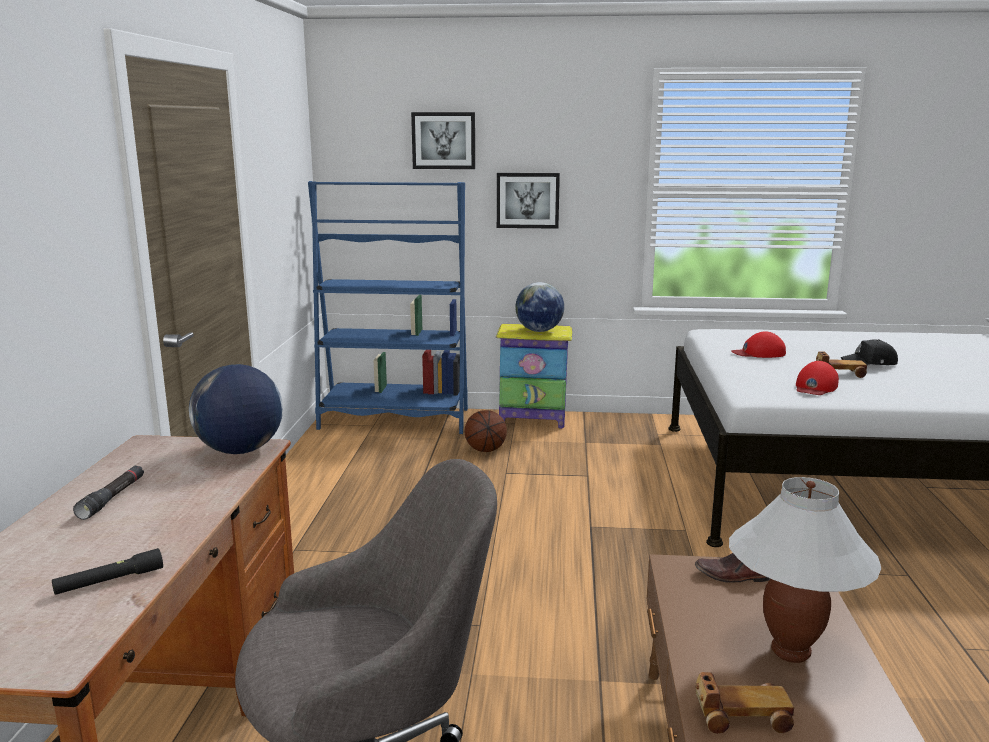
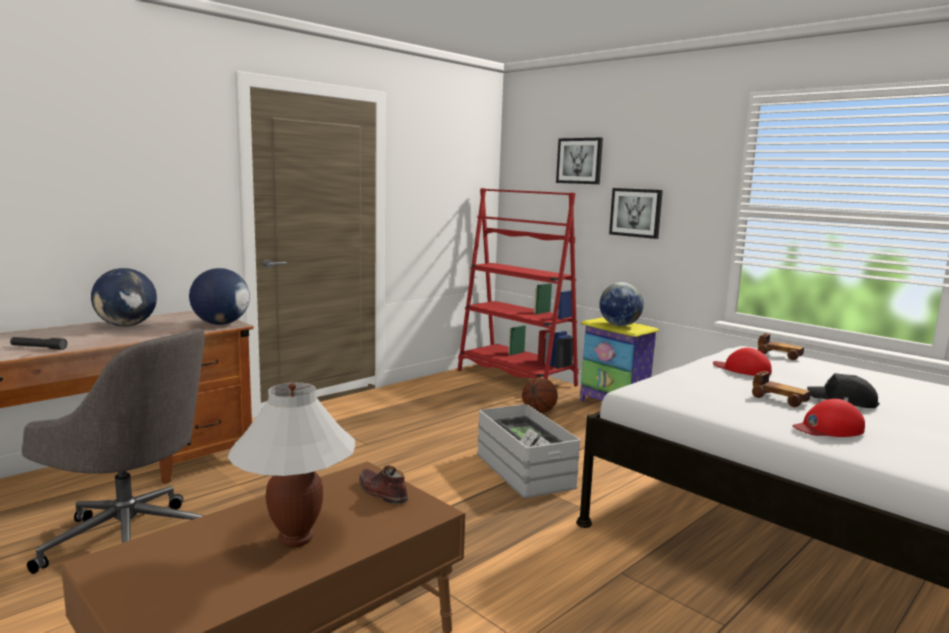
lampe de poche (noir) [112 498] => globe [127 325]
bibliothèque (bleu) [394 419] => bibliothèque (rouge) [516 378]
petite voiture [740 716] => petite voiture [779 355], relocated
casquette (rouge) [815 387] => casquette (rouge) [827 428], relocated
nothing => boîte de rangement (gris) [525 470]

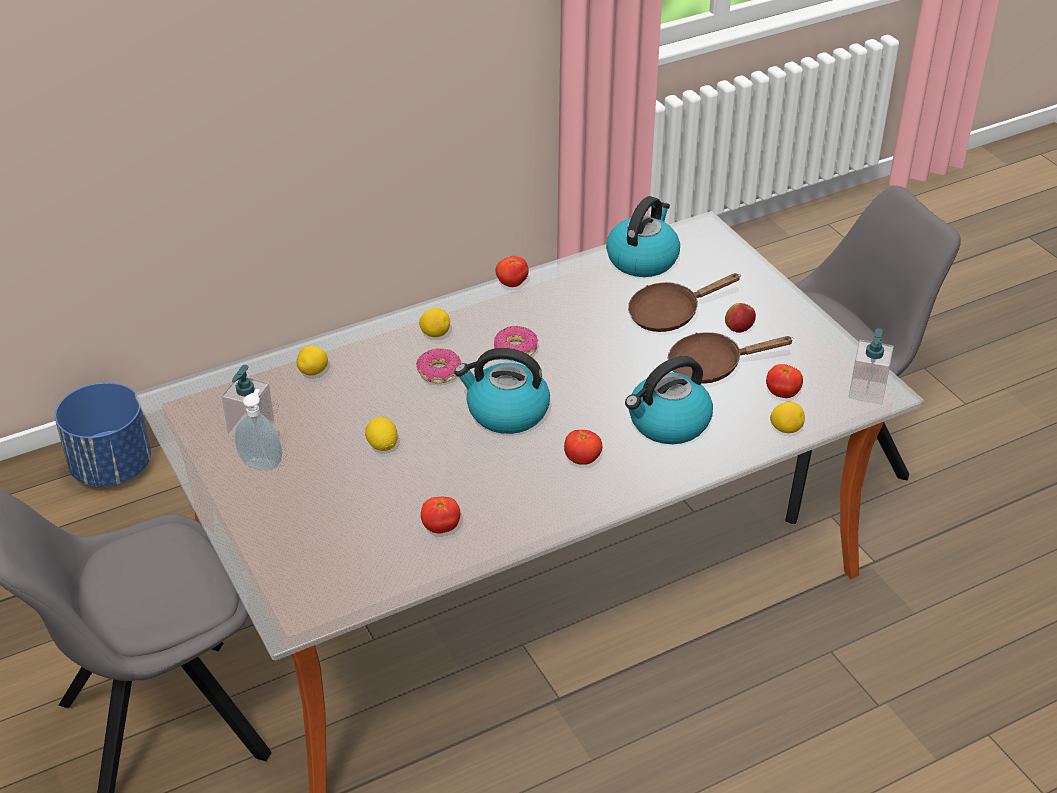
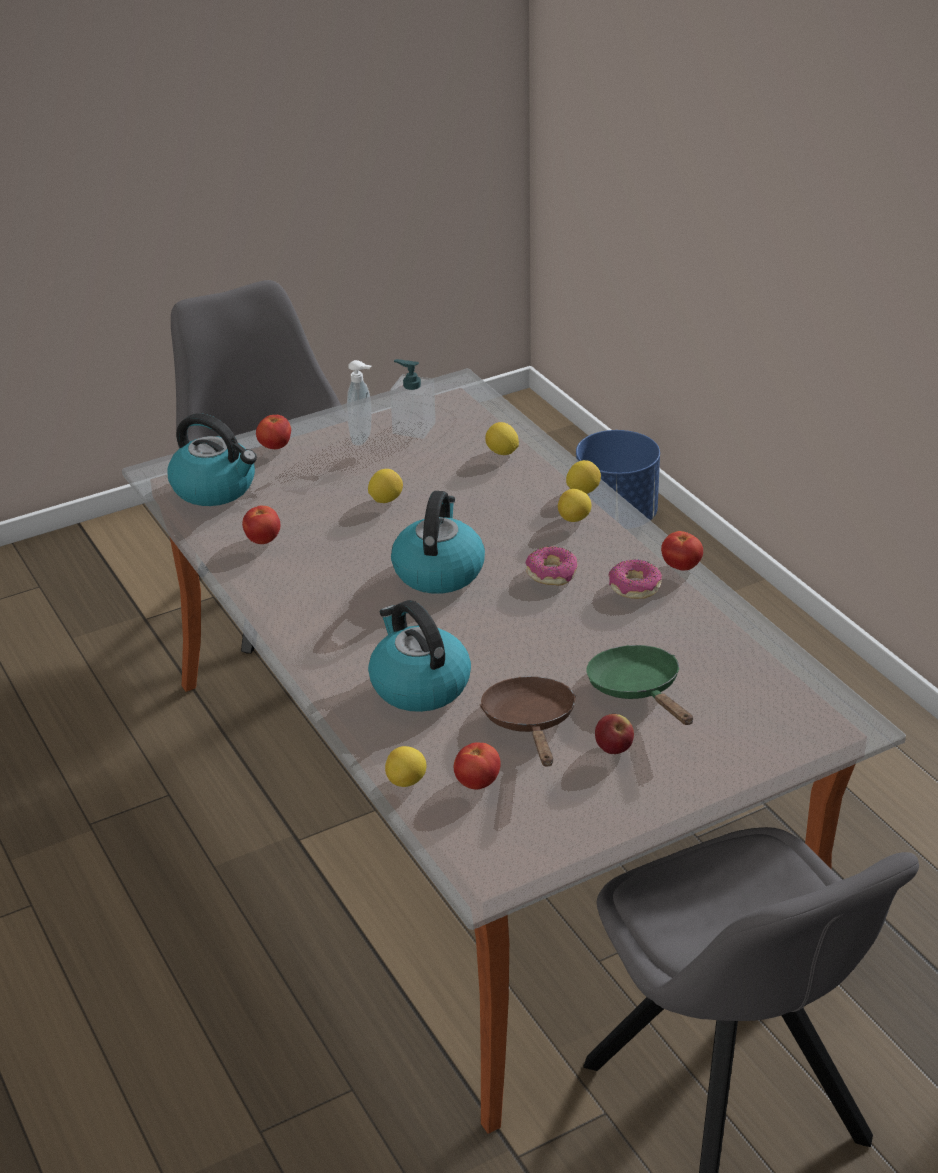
beignet [439 372] => beignet [634 587], relocated
tomate [582 460] => tomate [275 447], relocated
bouilloire [642 259] => bouilloire [215 488], relocated
poêle (marron) [670 314] => poêle (vert) [638 690]
distributeur de savon [867 391] => nothing
nothing => citron [583 491]

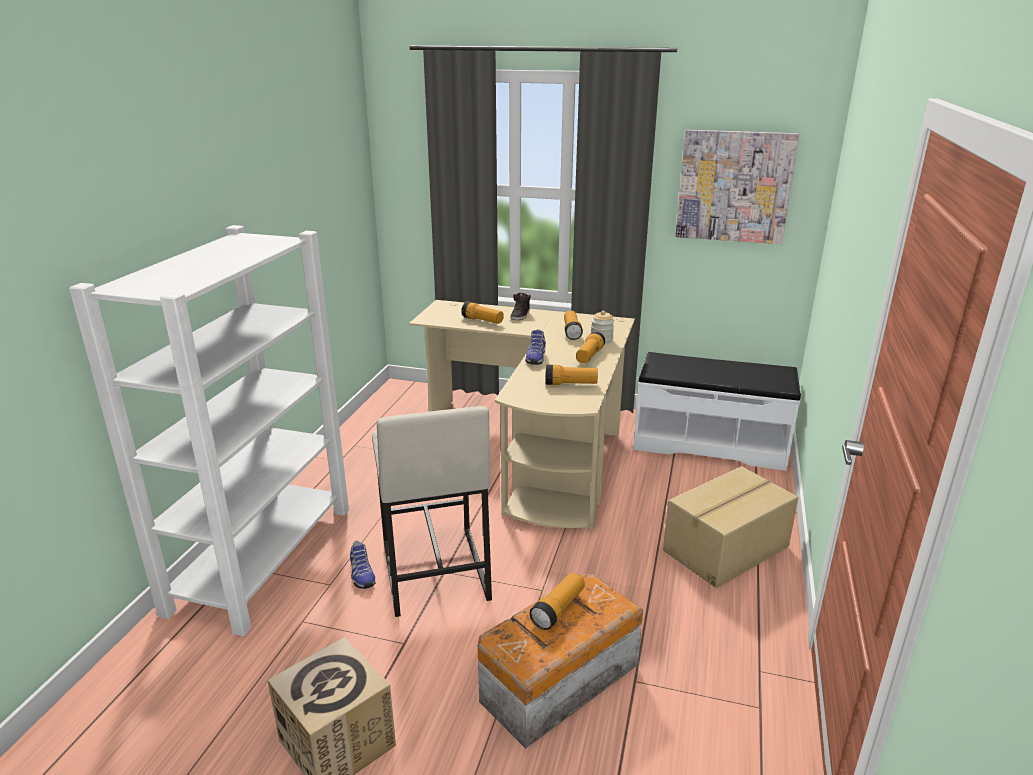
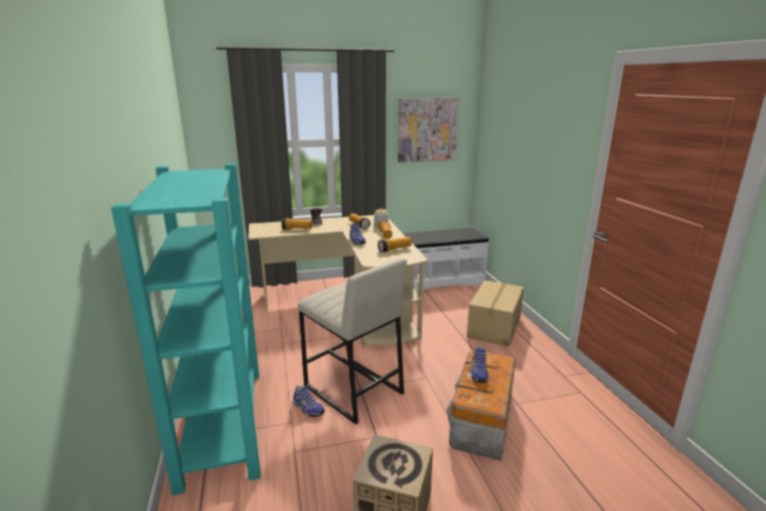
bibliothèque (blanc) [262 557] => bibliothèque (turquoise) [222 424]
lampe de poche [558 609] => chaussure [478 372]

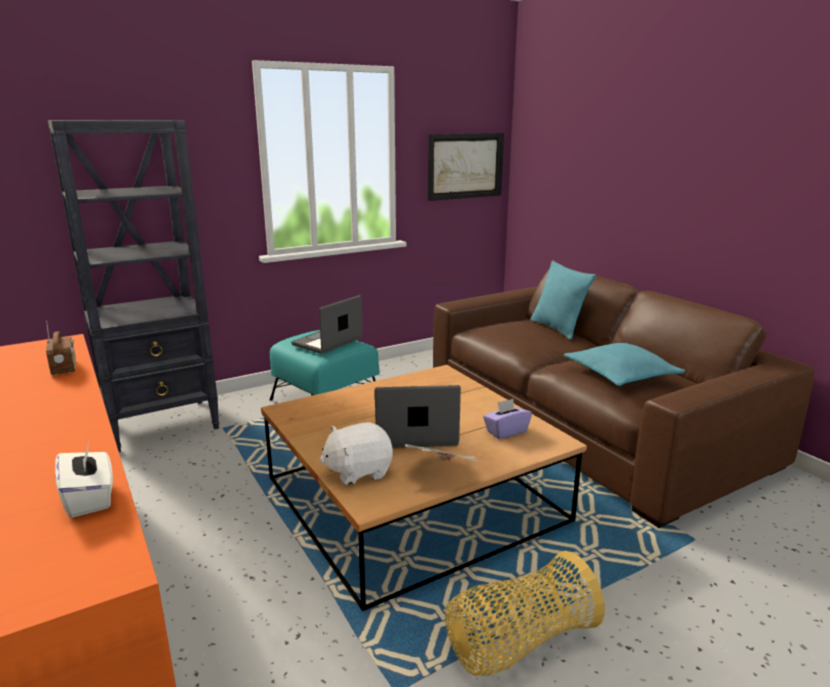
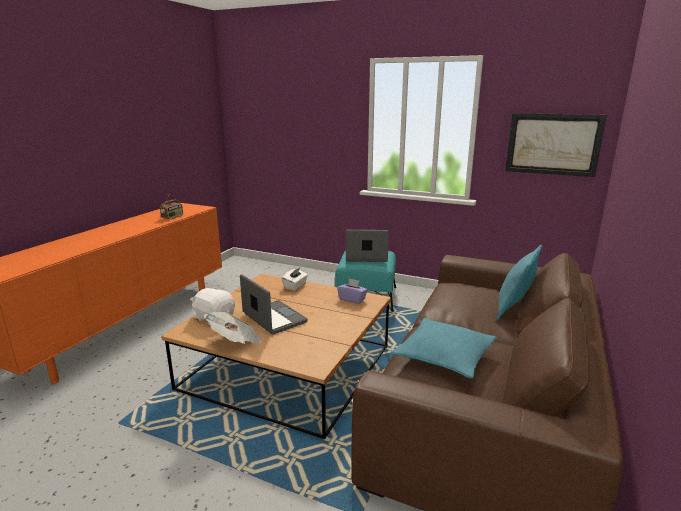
bibliothèque (noir) [163 425] => nothing
boîte à mouchoirs (blanc) [90 498] => boîte à mouchoirs (blanc) [295 286], relocated
panier [518 643] => nothing
boîte à mouchoirs (violet) [506 431] => boîte à mouchoirs (violet) [352 299], relocated

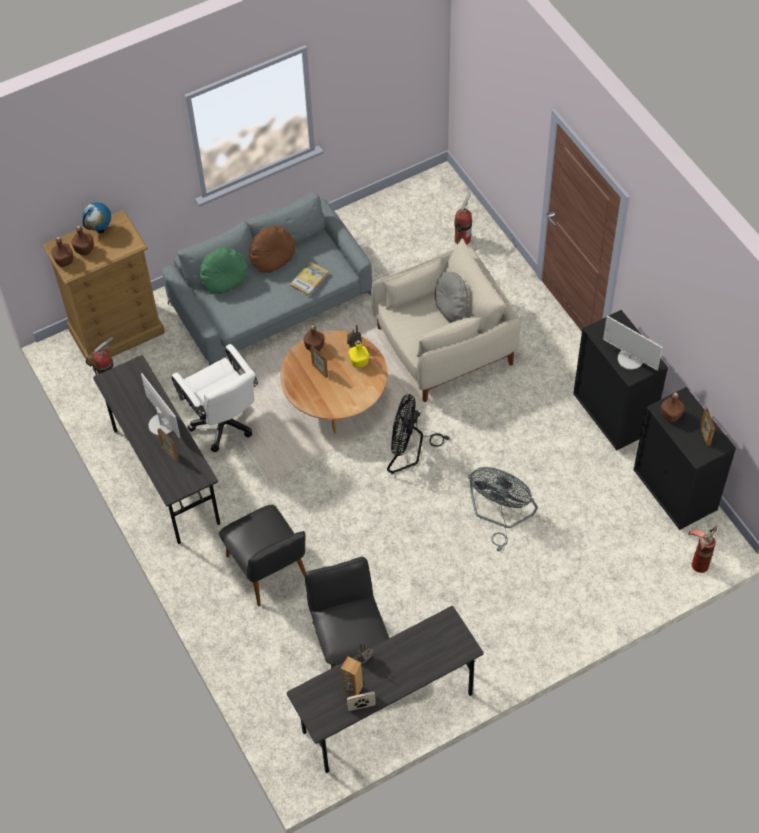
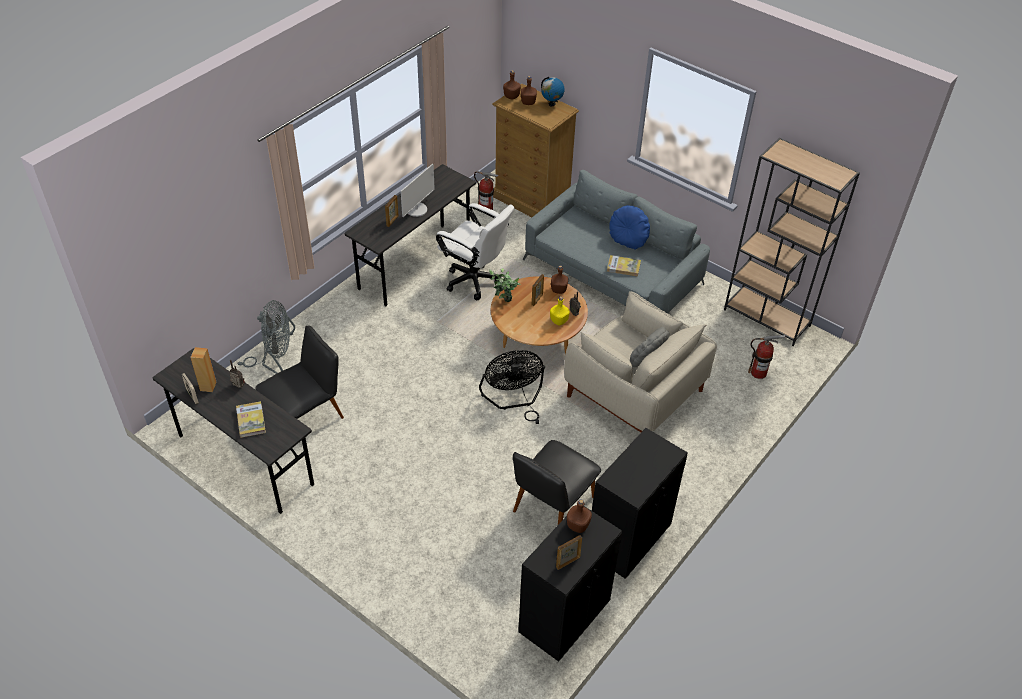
chaise de bureau (blanc) [225 427] => chaise de bureau (blanc) [476 282], 90 degrees counterclockwise
coussin (vert) [225 284] => nothing
chaise (noir) [267 568] => chaise (noir) [554 504], relocated
coussin (marron) [273 262] => coussin (bleu) [627 242]
ventilateur (gris) [499 515] => ventilateur (gris) [274 356], relocated
écran d'ordinateur [630 359] => nothing
extincteur [700 559] => nothing
nothing => livre [251 421]
nothing => plante en pot [504 303]
nothing => bibliothèque [767 318]

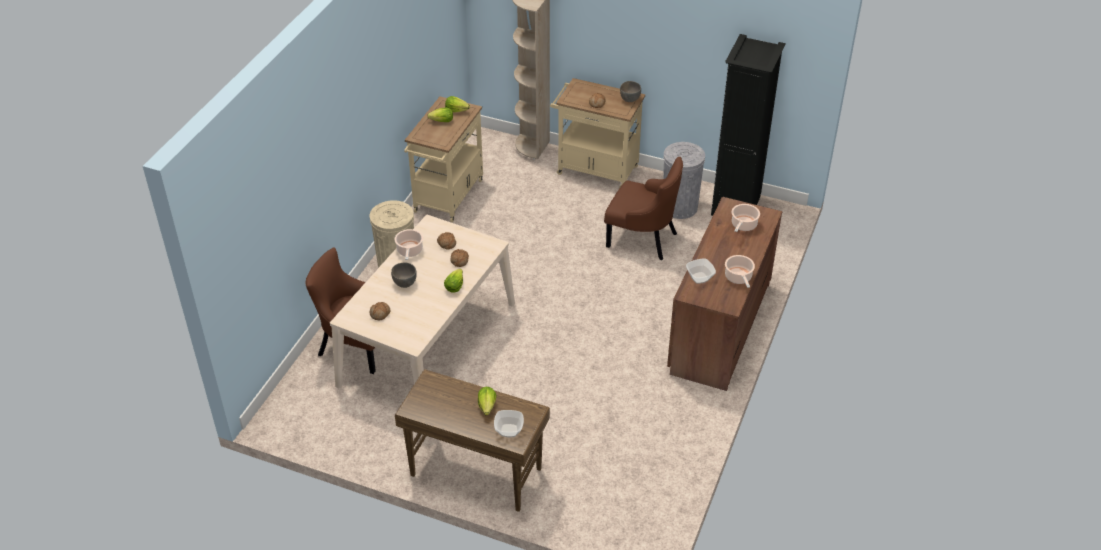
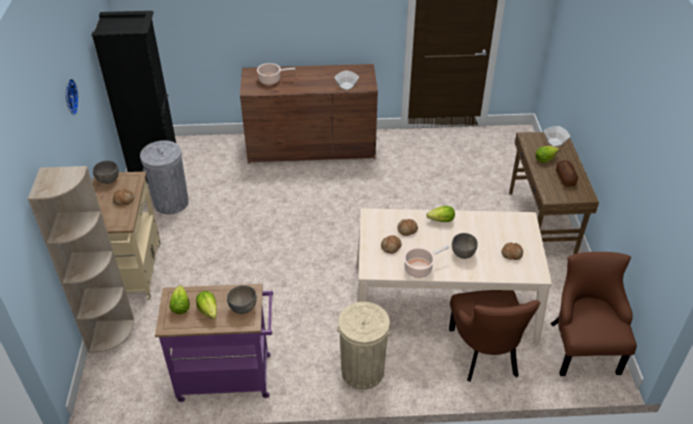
chariot (beige) [447 197] => chariot (violet) [228 378]
chaise (marron) [641 239] => chaise (marron) [582 350], relocated
marmite [738 278] => nothing
nothing => horloge murale [69 97]
nothing => bol (gris) [243 308]
nothing => pain [565 178]

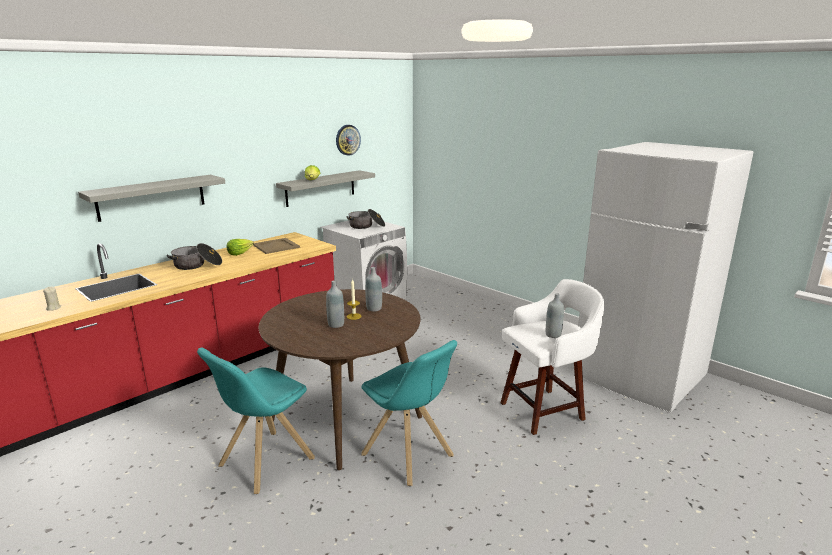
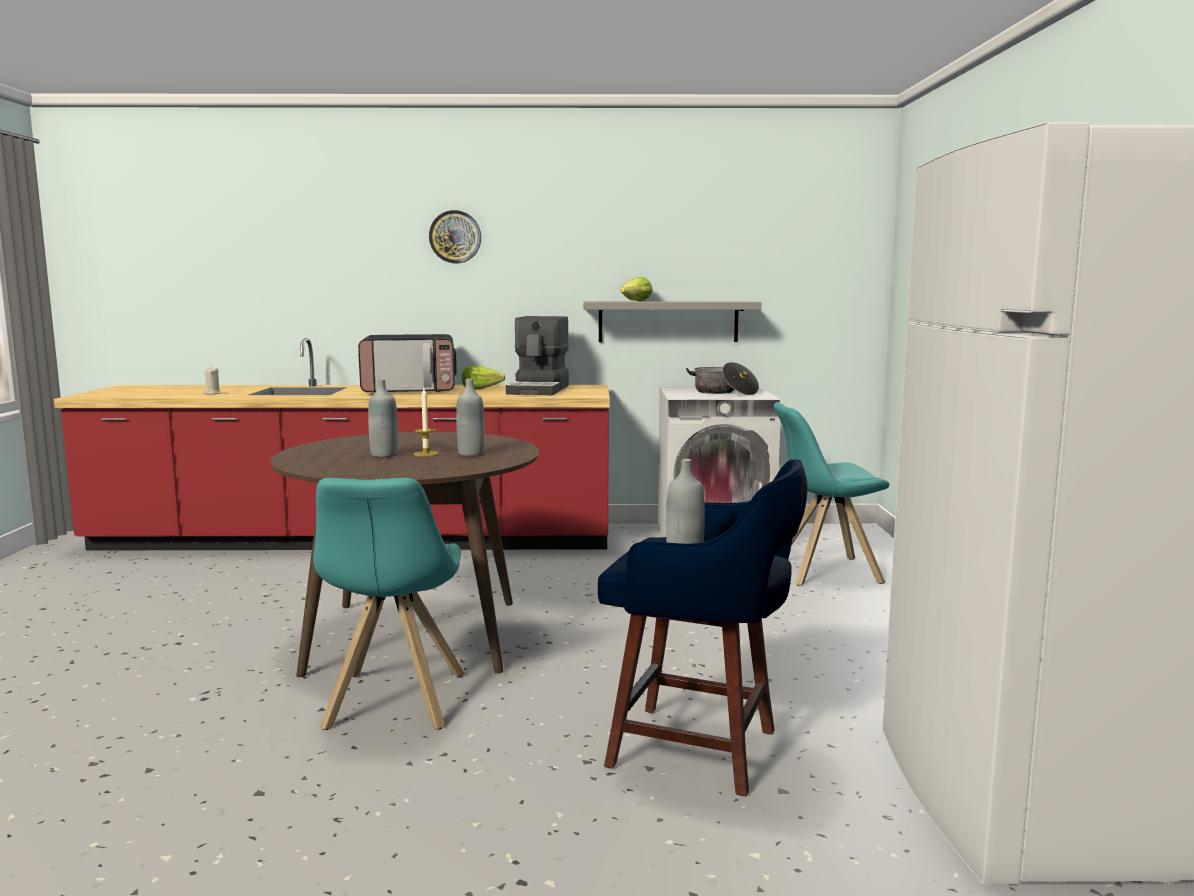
étagère (gris) [152 197] => nothing
marmite [197 265] => micro-ondes [410 390]
chaise (turquoise) [265 461] => chaise (turquoise) [825 571], relocated
plateau (beige) [276 246] => machine à café [539 390]
horloge murale [347 140] => horloge murale [455 237], relocated
tabouret (blanc) [545 411] => tabouret (bleu) [701 751]

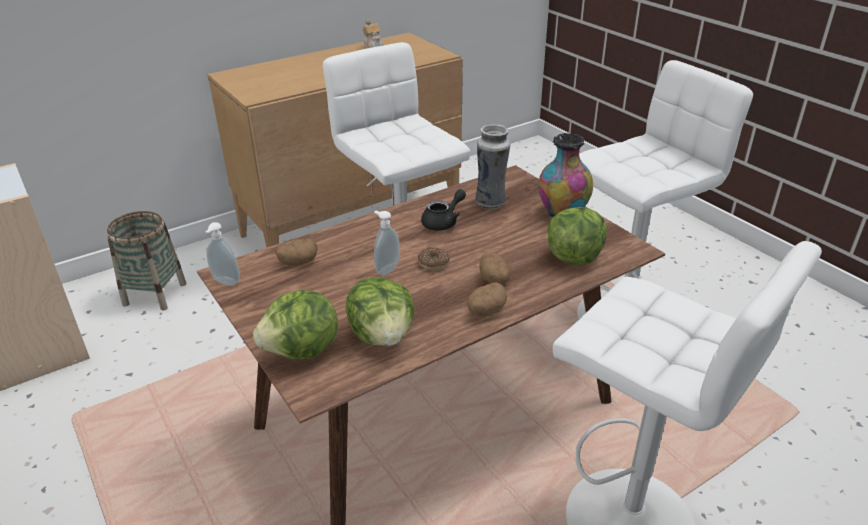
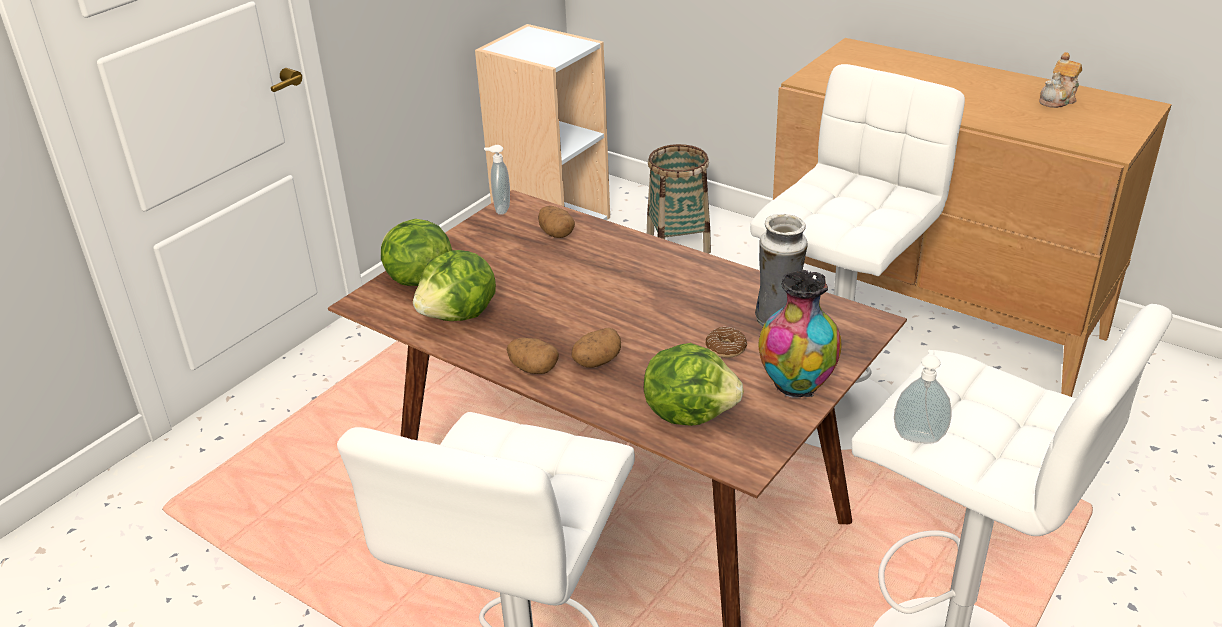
distributeur de savon [386 269] => distributeur de savon [919 436], relocated
beignet [433 263] => beignet [725 348], relocated
théière (noir) [443 222] => nothing

